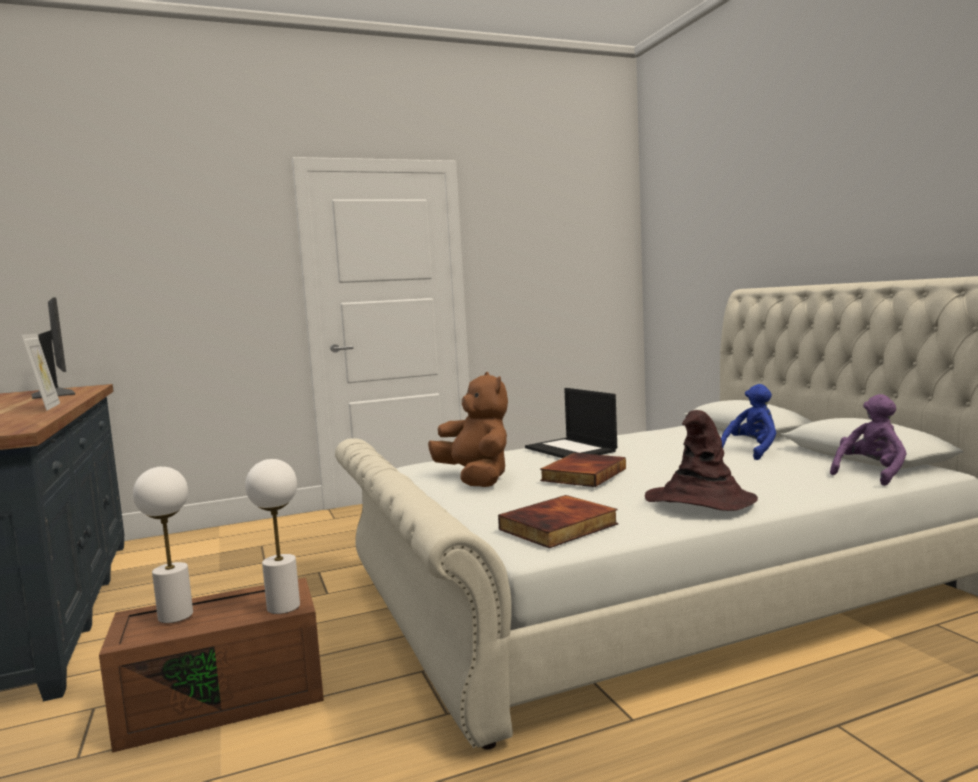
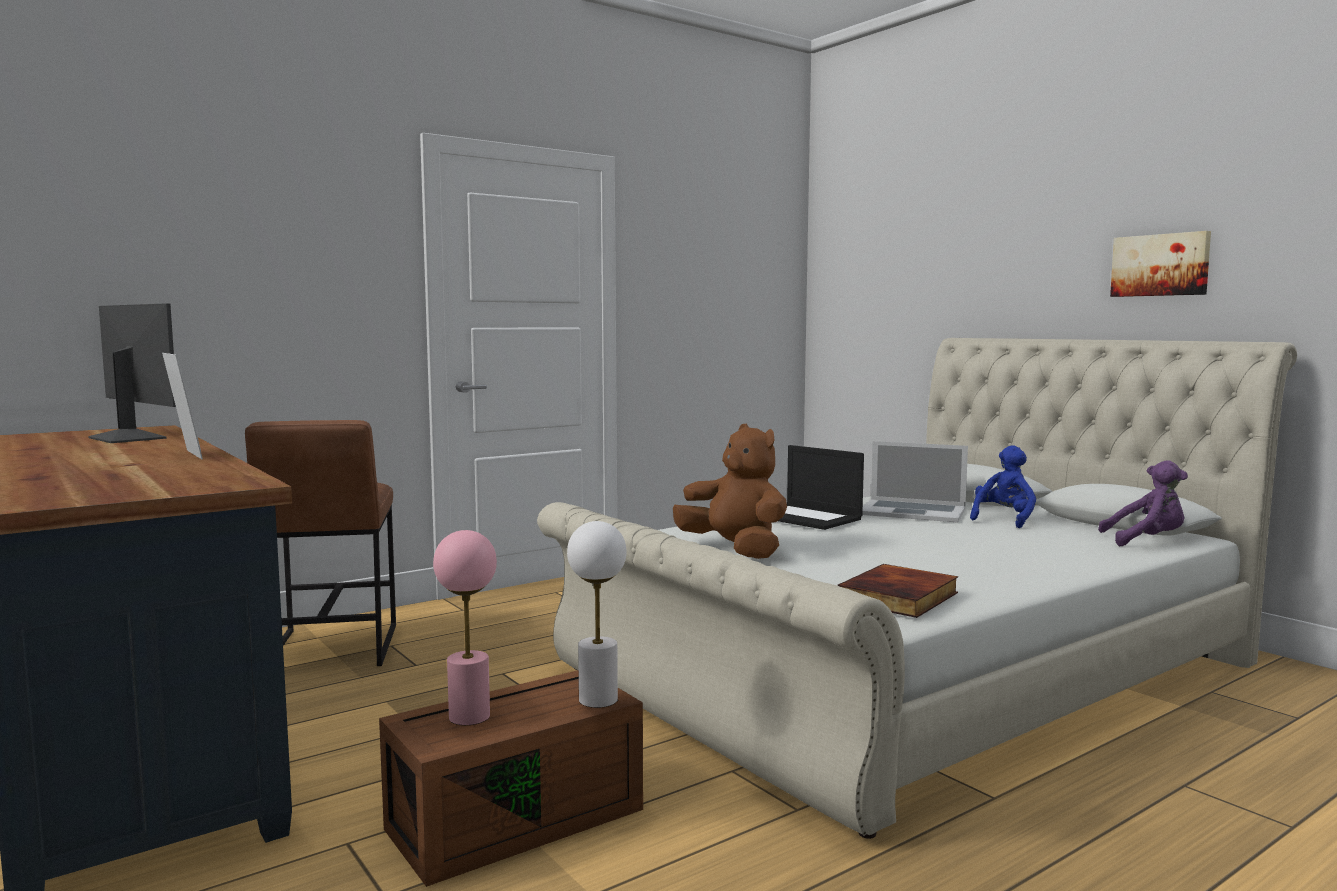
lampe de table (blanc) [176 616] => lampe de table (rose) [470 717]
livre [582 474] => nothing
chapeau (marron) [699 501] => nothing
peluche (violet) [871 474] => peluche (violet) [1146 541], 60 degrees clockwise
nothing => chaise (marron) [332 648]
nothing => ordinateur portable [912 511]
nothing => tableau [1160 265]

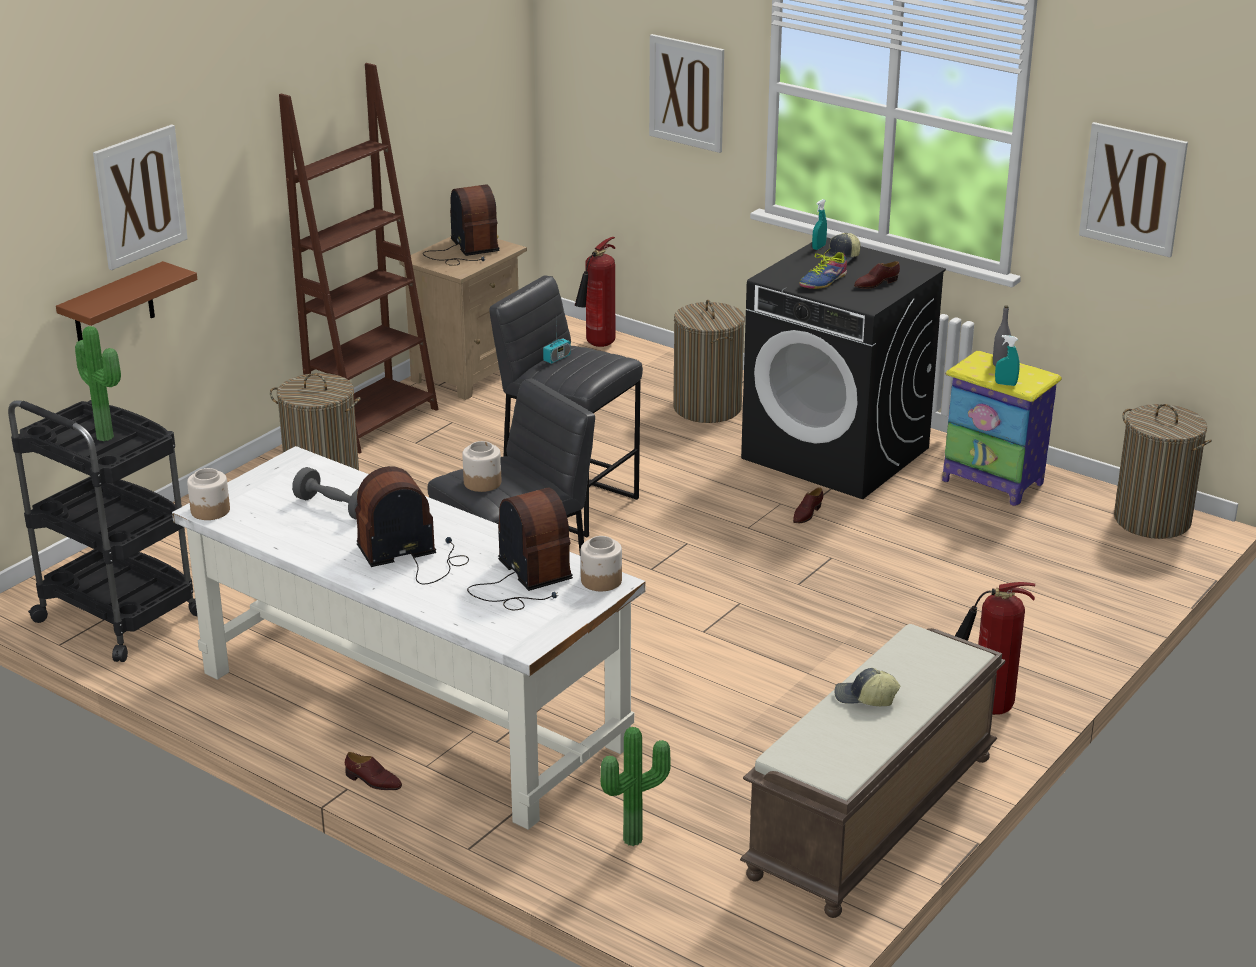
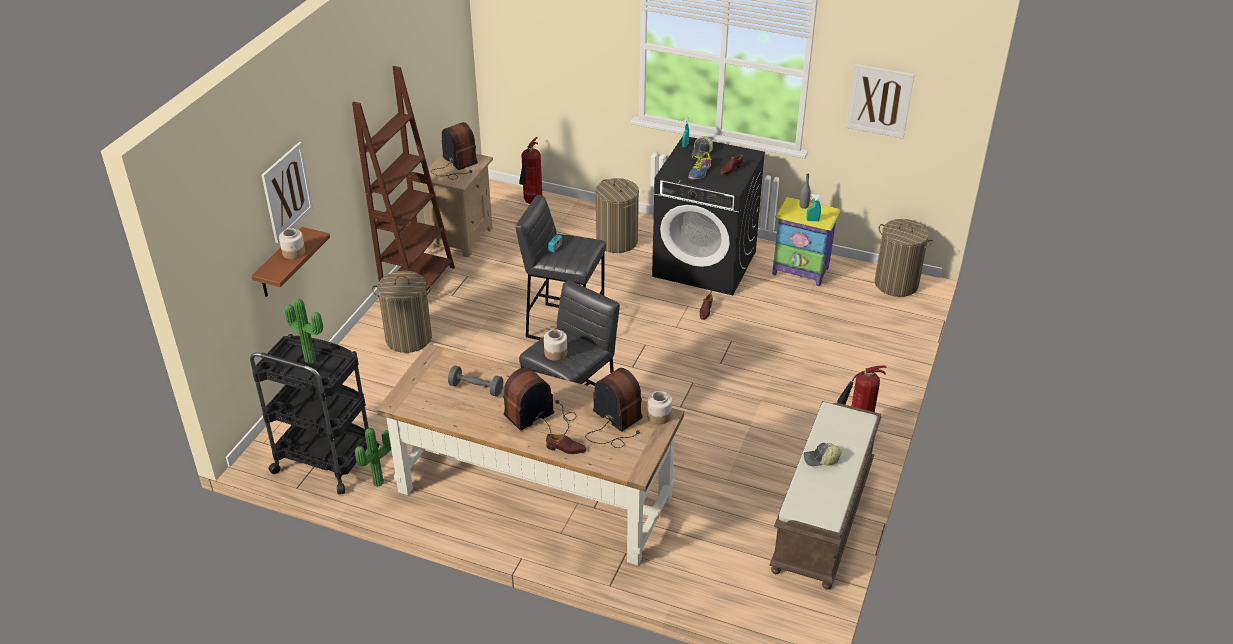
bureau (blanc) [409 708] => bureau (marron) [533 494]
bocal [210 511] => bocal [294 252], relocated
chaussure (marron) [373 781] => chaussure (marron) [566 449], relocated
plante en pot [635 841] => plante en pot [380 483], relocated
tableau [687 93] => nothing

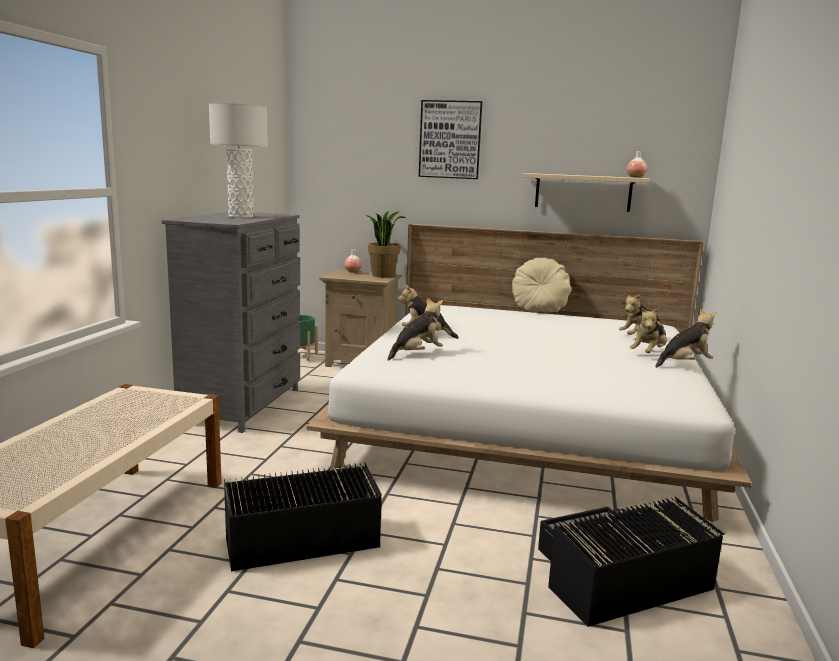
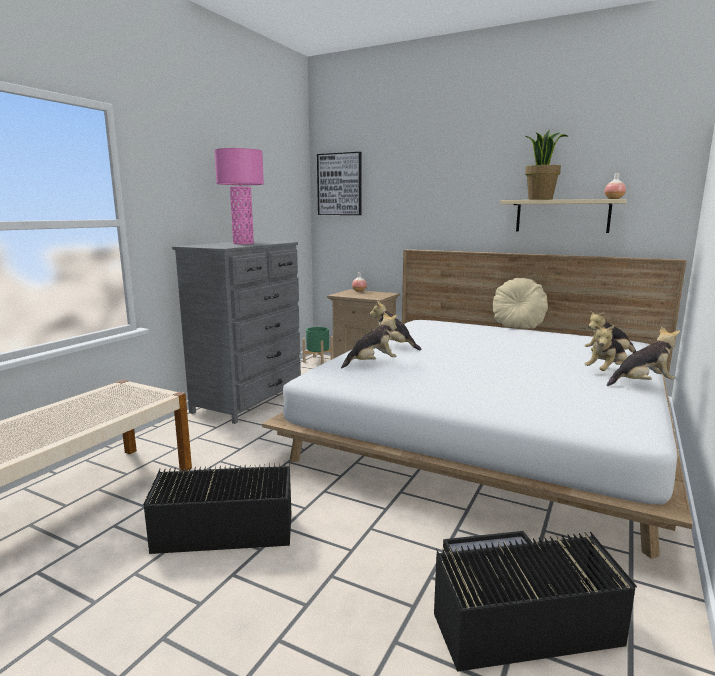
lampe de table (blanc) [240 216] => lampe de table (rose) [243 243]
plante en pot [383 275] => plante en pot [540 199], relocated
tableau [450 140] => tableau [340 184], relocated

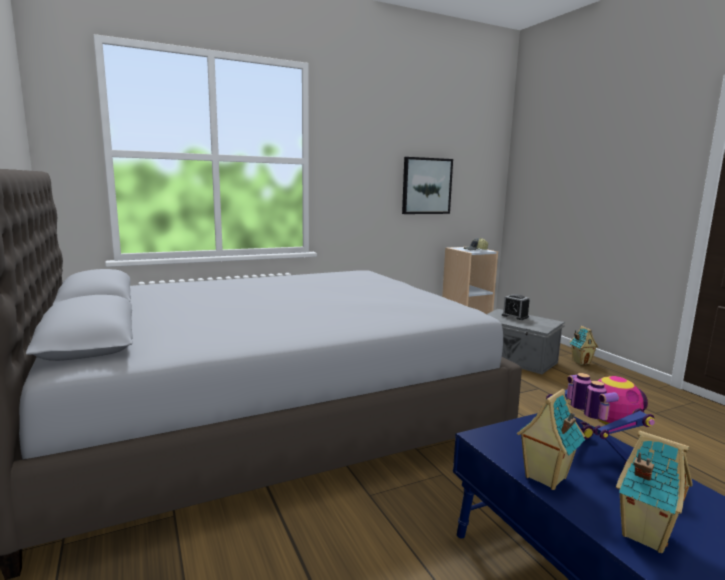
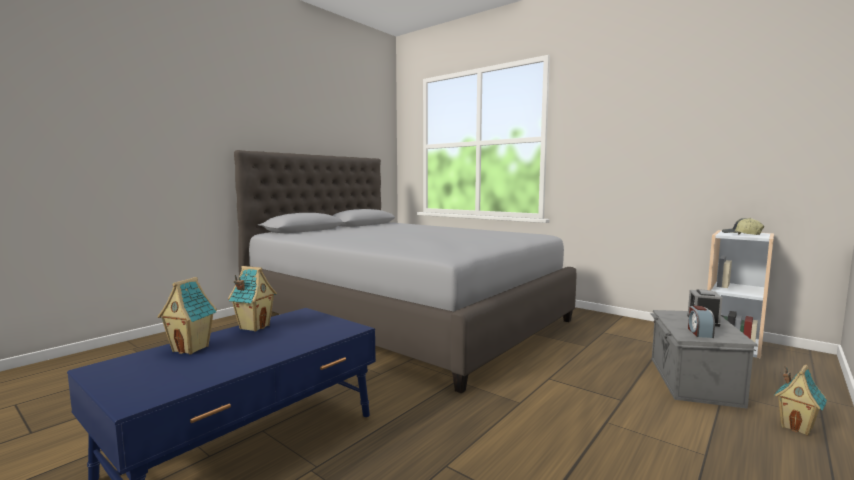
tableau [426 186] => nothing
robot jouet [597 455] => nothing
nothing => réveil [699 332]

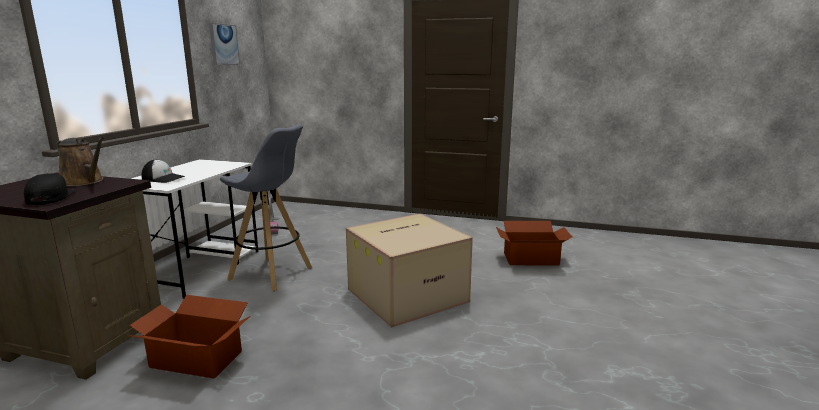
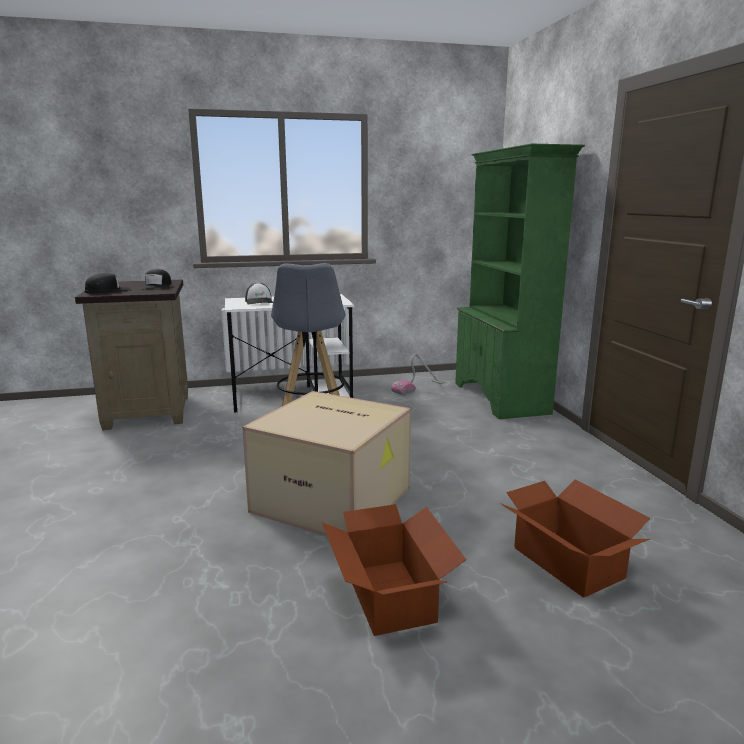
arrosoir (marron) [84 182] => casquette (noir) [157 287]
carton [196 358] => carton [390 595], relocated
tableau [224 44] => nothing
nothing => bibliothèque (vert) [501 398]

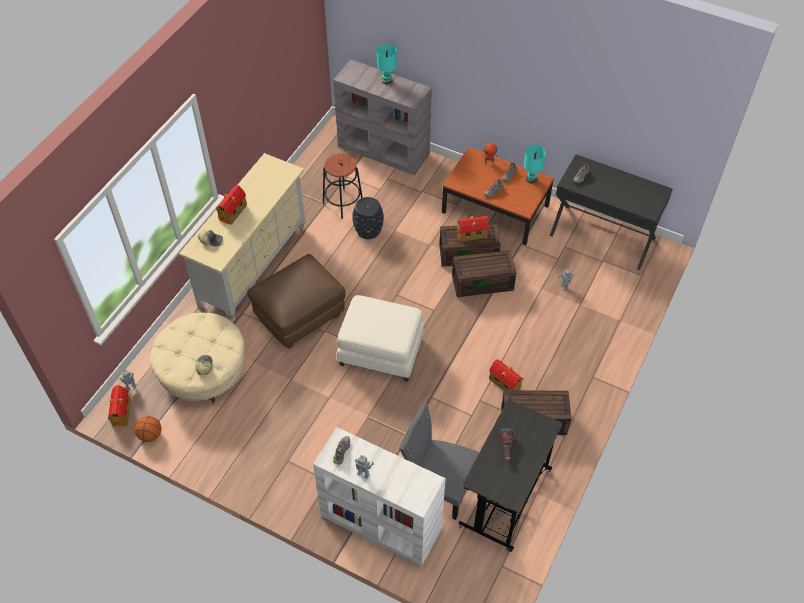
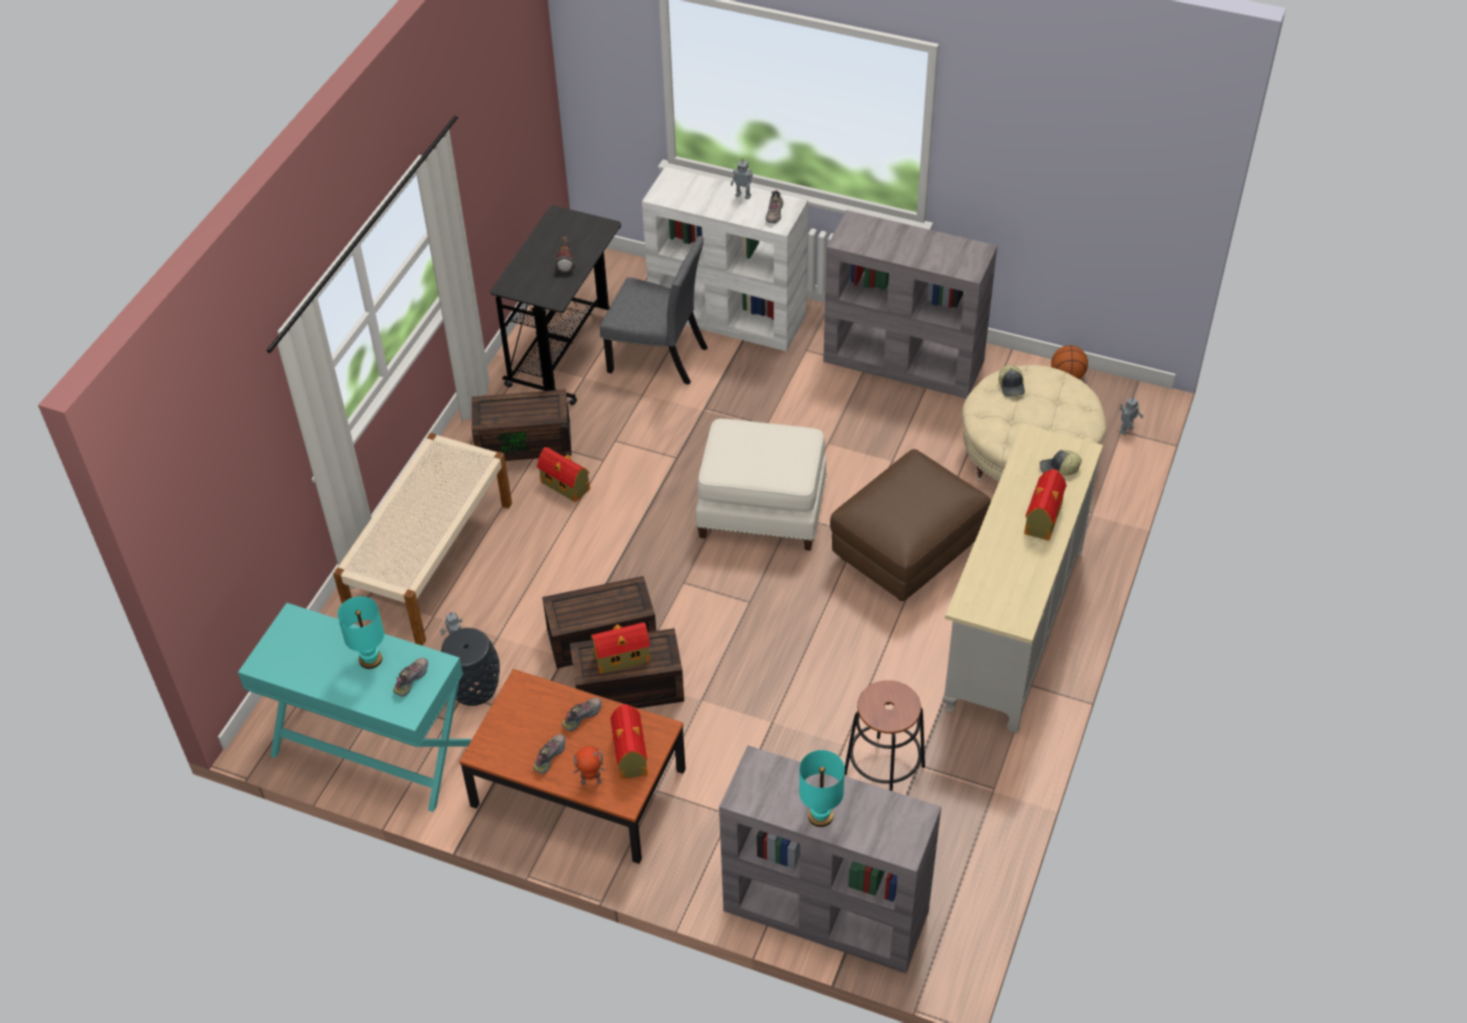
maison miniature [122 412] => maison miniature [630 756], relocated
tabouret (noir) [368 230] => tabouret (noir) [474 688], relocated
lampe de table (turquoise) [531 179] => lampe de table (turquoise) [370 659], relocated
bureau (noir) [602 236] => bureau (turquoise) [371 749]
nothing => banc (beige) [430 560]
nothing => bibliothèque (gris) [904 360]

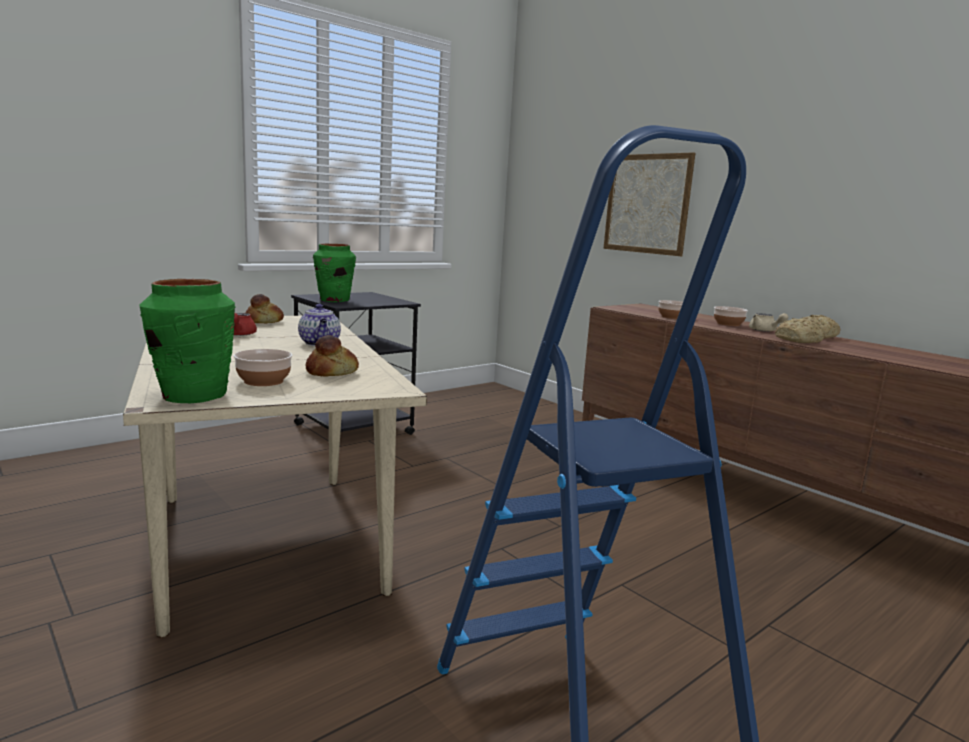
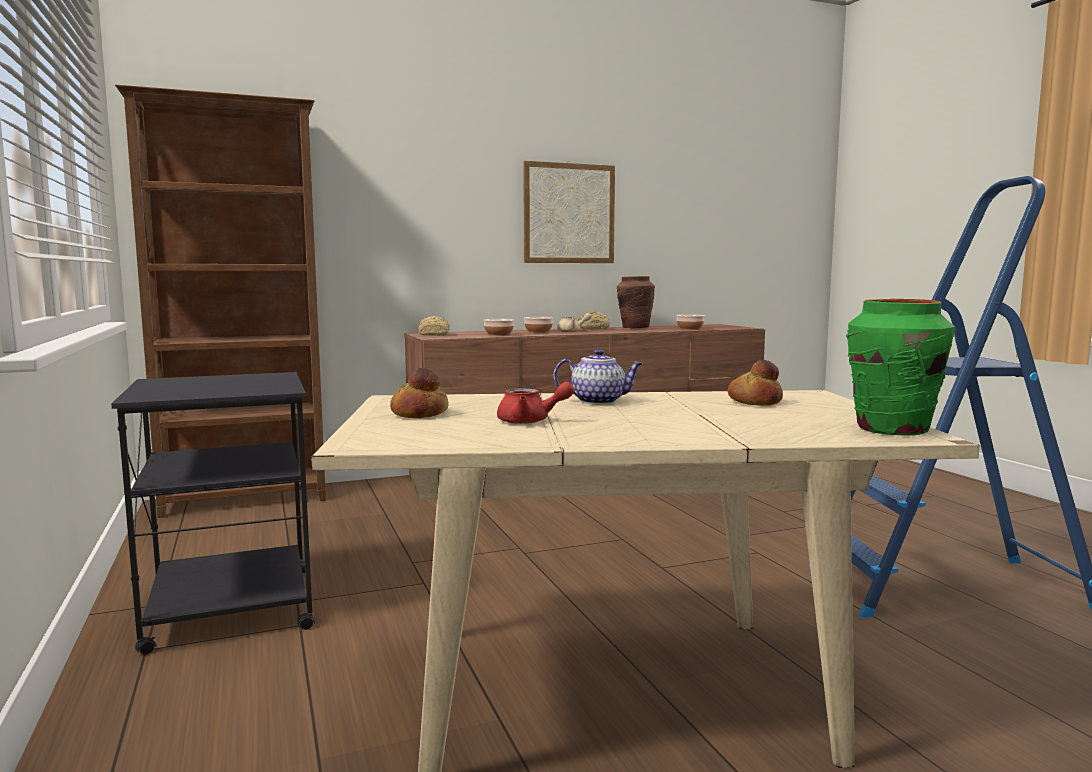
bol [264 381] => bol [689 329], relocated
vase (vert) [334 300] => nothing
tableau [647 202] => tableau [569 212], relocated
pain [799 340] => pain [434 335], relocated
nothing => bibliothèque (marron) [246 500]
nothing => vase (marron) [635 327]

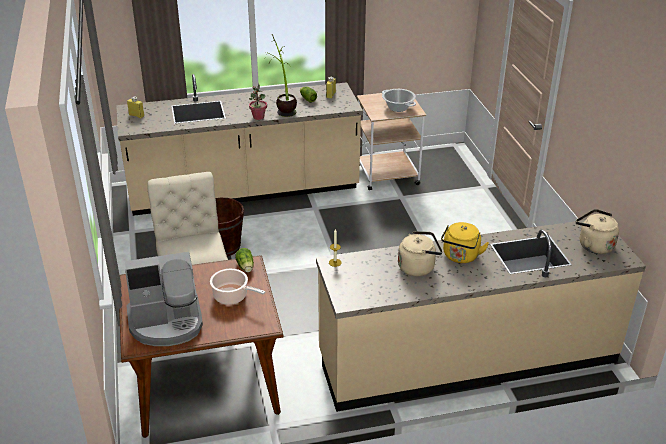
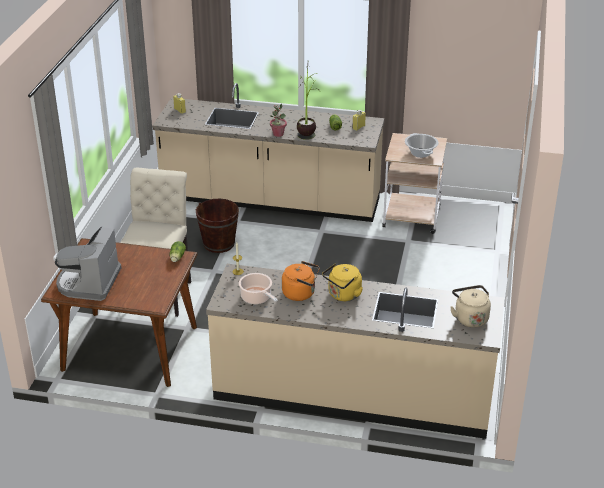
machine à café [166 323] => machine à café [89 283], 90 degrees clockwise
marmite [232 296] => marmite [257 298], relocated
bouilloire (beige) [418 267] => bouilloire (orange) [301 293]

